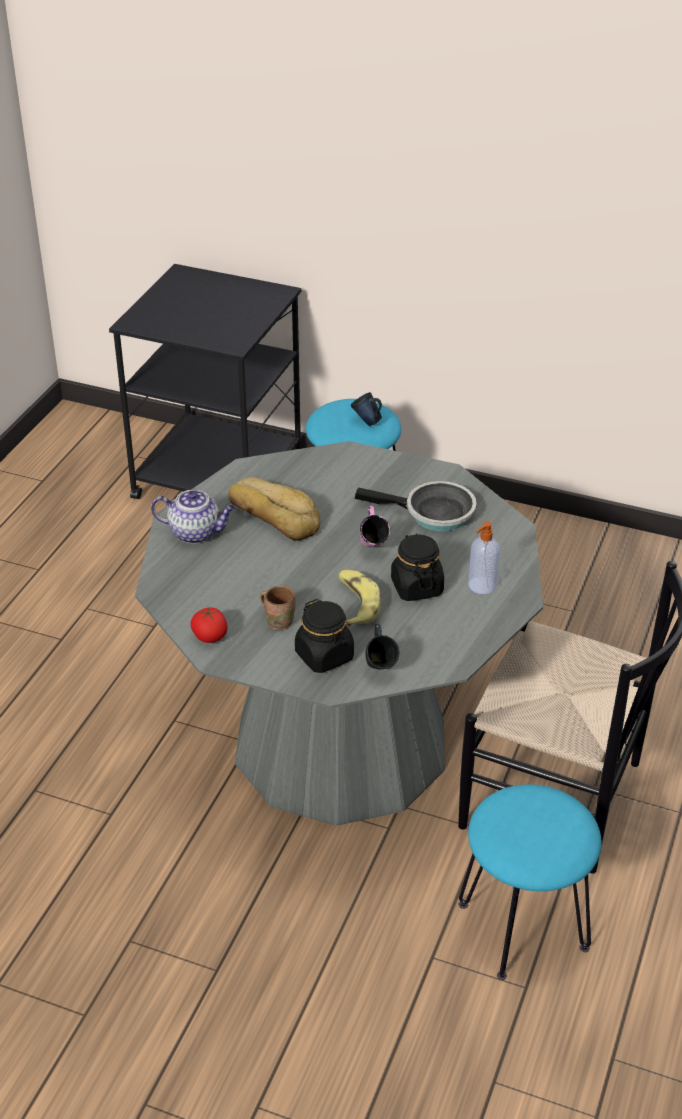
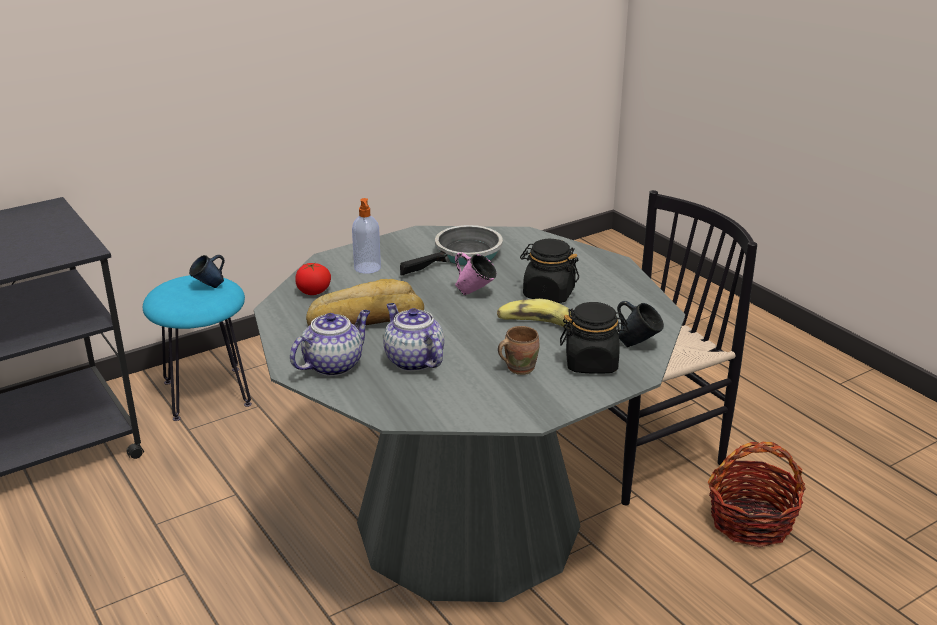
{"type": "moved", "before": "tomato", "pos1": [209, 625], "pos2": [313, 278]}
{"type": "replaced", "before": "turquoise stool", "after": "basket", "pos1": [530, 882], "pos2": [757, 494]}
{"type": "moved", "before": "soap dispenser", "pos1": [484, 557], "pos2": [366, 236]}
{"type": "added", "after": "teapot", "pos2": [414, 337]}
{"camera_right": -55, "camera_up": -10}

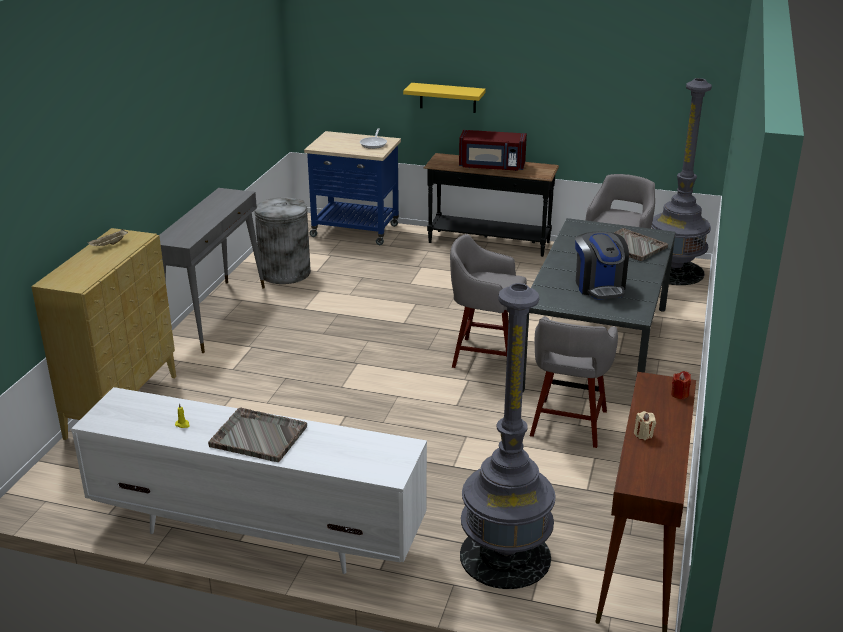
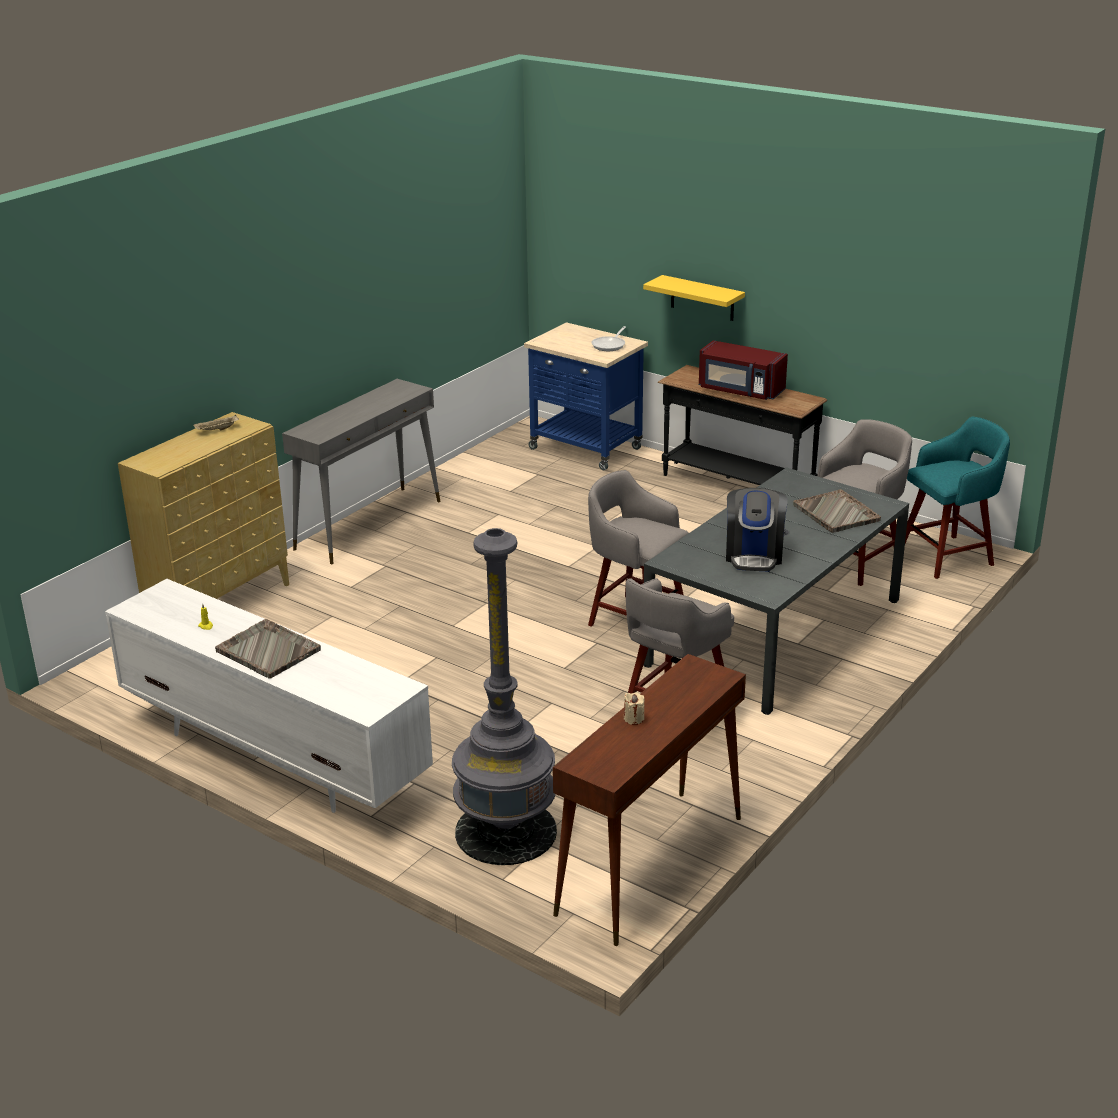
{"type": "removed", "before": "grey trash can", "pos1": [282, 240]}
{"type": "replaced", "before": "grey floor lamp", "after": "turquoise stool", "pos1": [681, 181], "pos2": [957, 498]}
{"type": "removed", "before": "red candle", "pos1": [681, 385]}
{"camera_right": 20, "camera_up": 0}

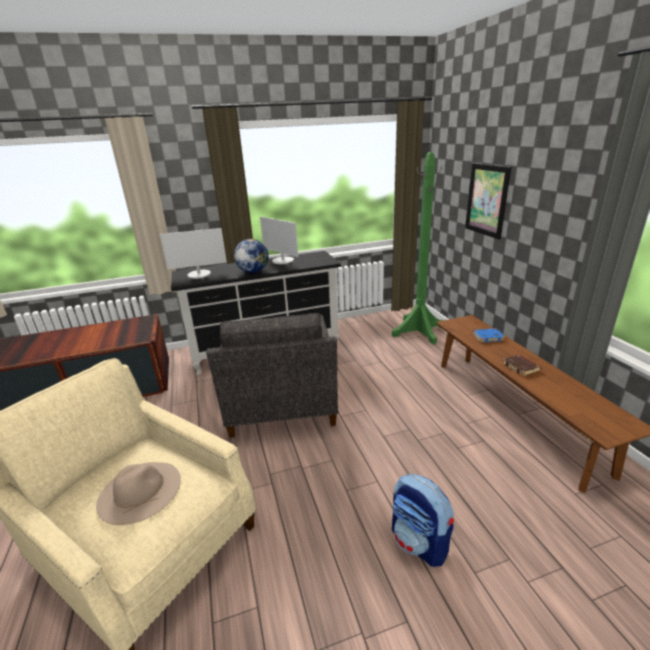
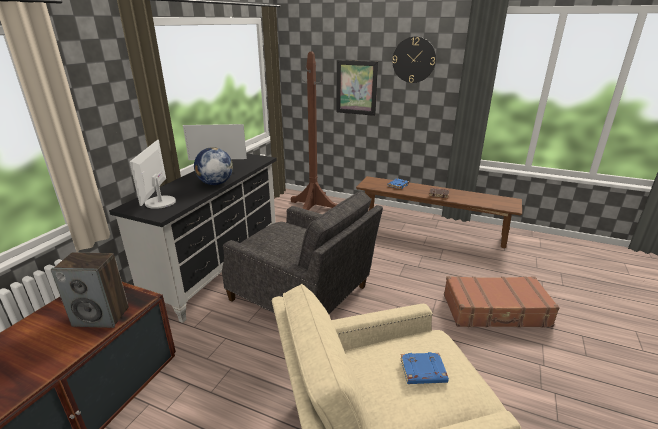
{"type": "replaced", "before": "beige hat", "after": "blue book", "pos1": [138, 493], "pos2": [424, 368]}
{"type": "turned", "before": "monitor", "pos1": [193, 253], "pos2": [153, 174], "turn": 150}
{"type": "recoloured", "before": "green clothes rack", "after": "brown clothes rack", "pos1": [417, 248], "pos2": [314, 131]}
{"type": "replaced", "before": "backpack", "after": "brown suitcase", "pos1": [423, 520], "pos2": [502, 301]}
{"type": "added", "after": "speaker", "pos2": [90, 290]}
{"type": "added", "after": "wall clock", "pos2": [414, 59]}
{"camera_right": -50, "camera_up": 0}

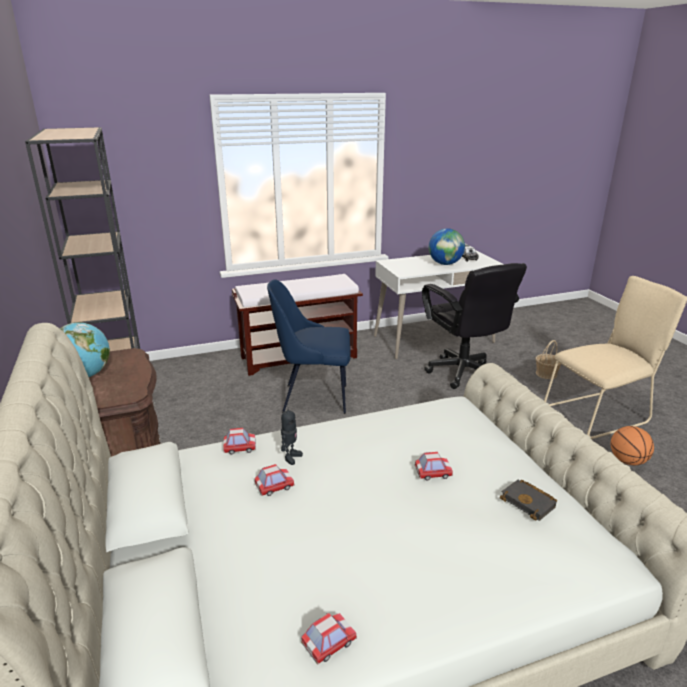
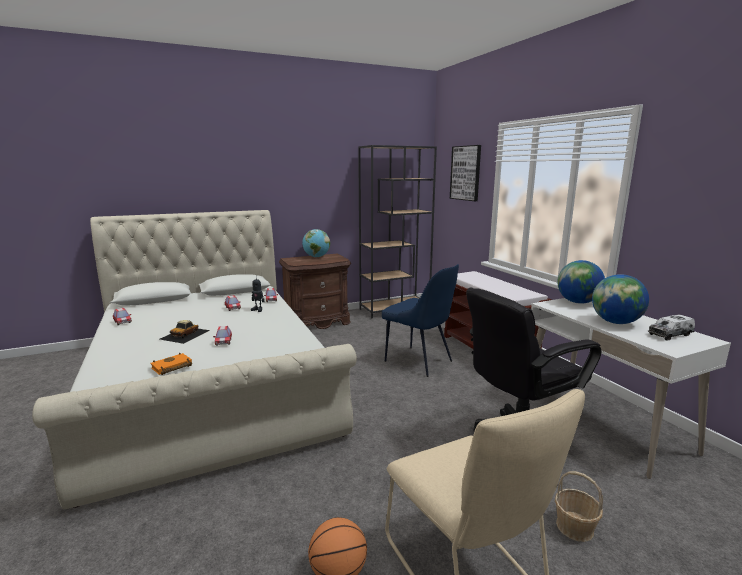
{"type": "turned", "before": "blue chair", "pos1": [309, 346], "pos2": [420, 320], "turn": 135}
{"type": "recoloured", "before": "black book", "after": "orange book", "pos1": [528, 500], "pos2": [171, 364]}
{"type": "added", "after": "toy car", "pos2": [185, 332]}
{"type": "added", "after": "picture", "pos2": [465, 173]}
{"type": "added", "after": "globe", "pos2": [581, 282]}
{"camera_right": 85, "camera_up": -10}

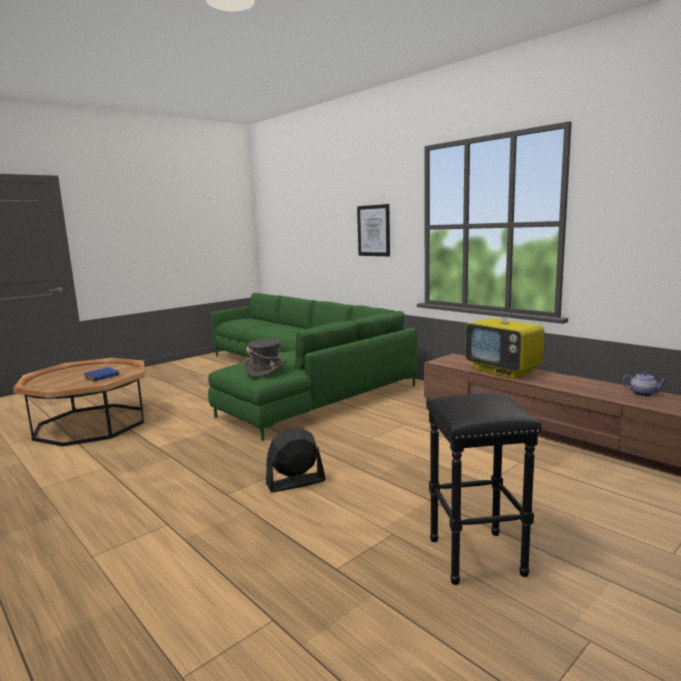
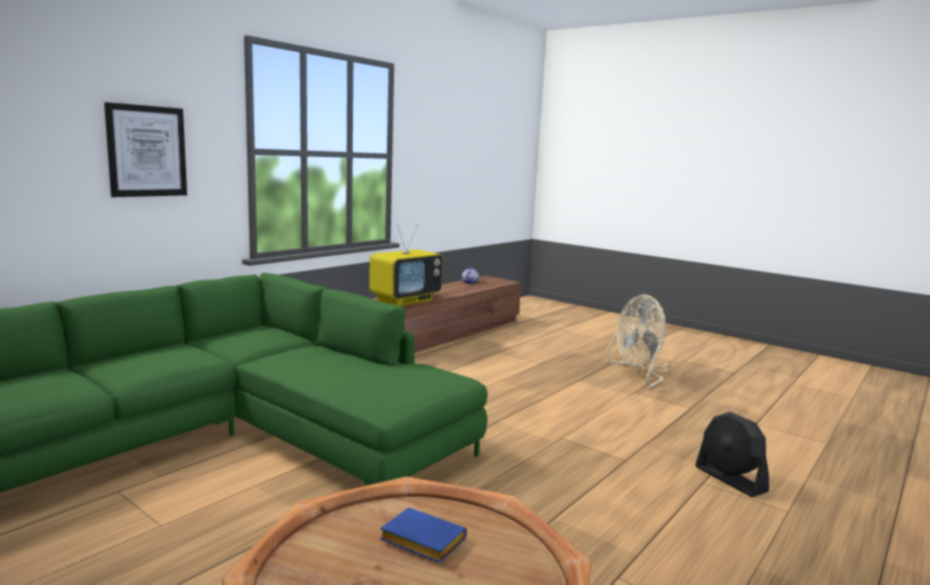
{"type": "removed", "before": "grey hat", "pos1": [265, 358]}
{"type": "moved", "before": "black fan", "pos1": [296, 460], "pos2": [732, 454]}
{"type": "replaced", "before": "black stool", "after": "beige fan", "pos1": [484, 489], "pos2": [637, 342]}
{"camera_right": -100, "camera_up": 0}

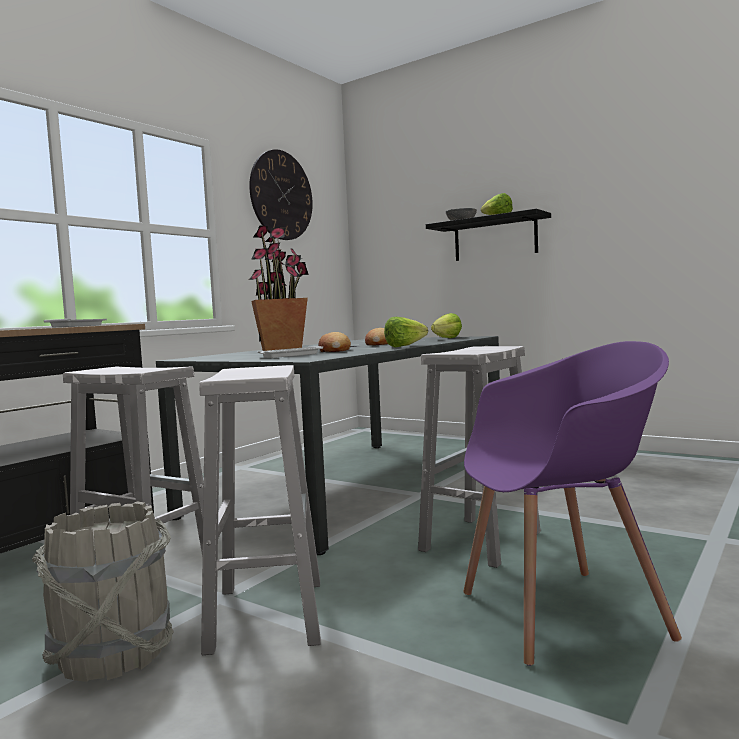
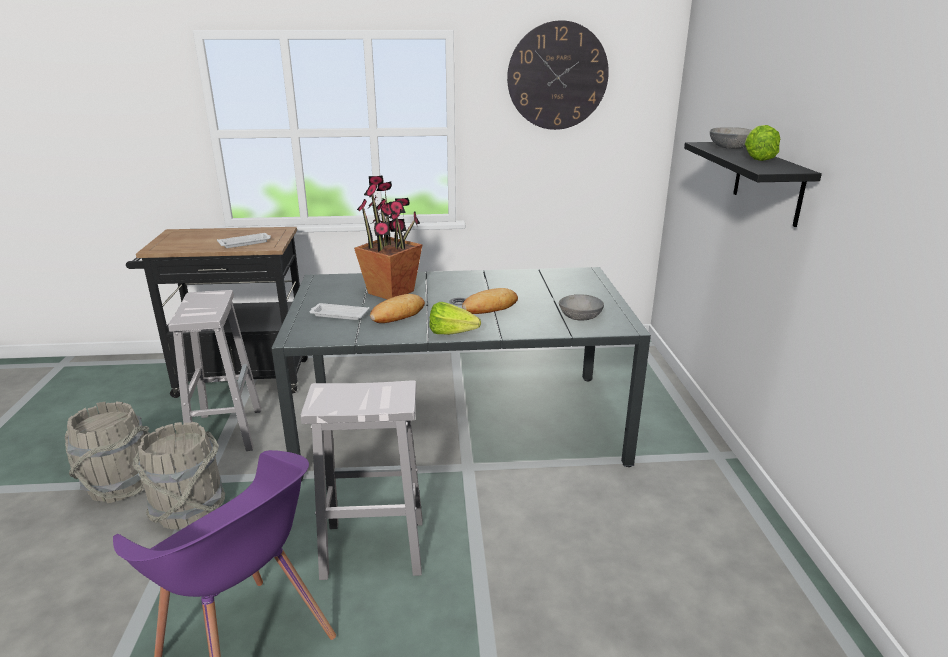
{"type": "replaced", "before": "white stool", "after": "grey bucket", "pos1": [260, 510], "pos2": [178, 476]}
{"type": "replaced", "before": "lettuce", "after": "grey bowl", "pos1": [446, 325], "pos2": [581, 307]}
{"camera_right": 50, "camera_up": 20}

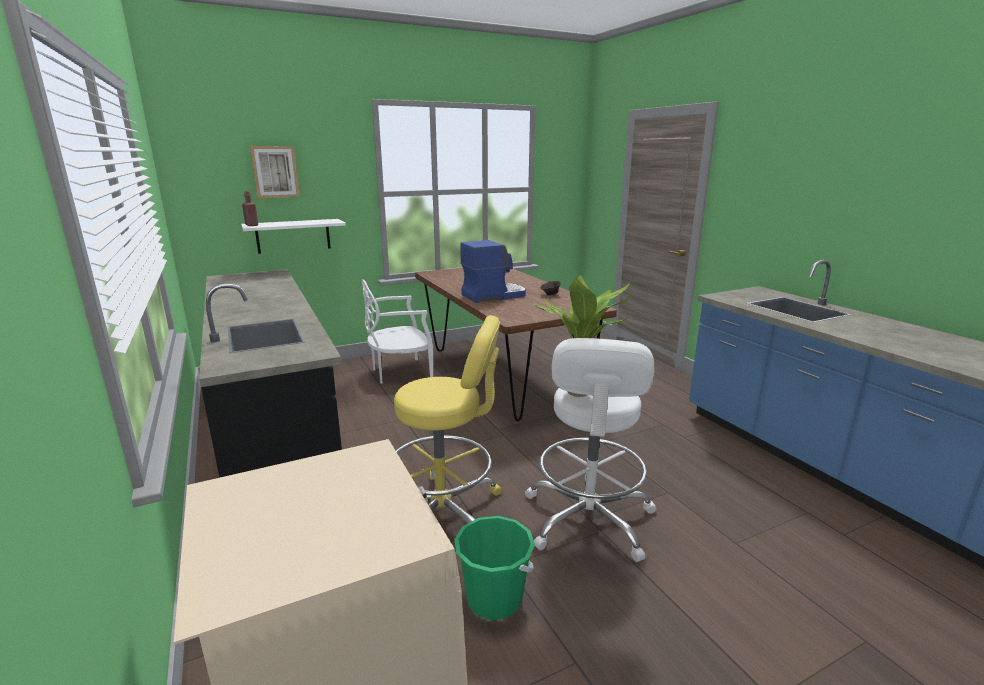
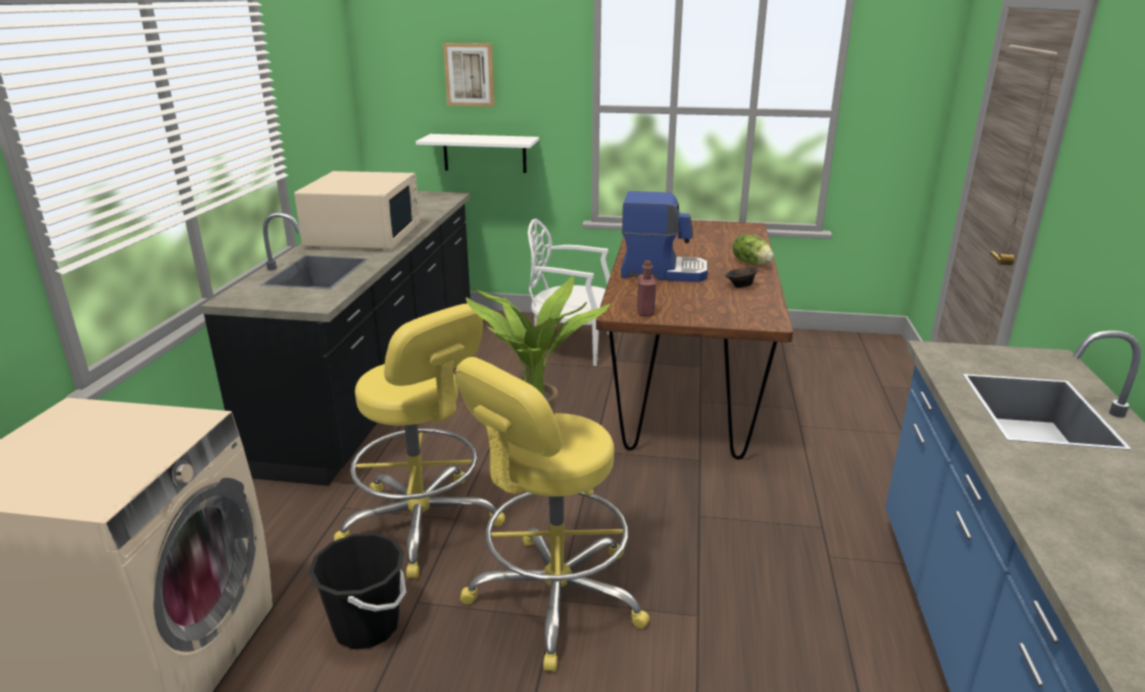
{"type": "moved", "before": "red bottle", "pos1": [250, 208], "pos2": [646, 288]}
{"type": "recoloured", "before": "green bucket", "after": "black bucket", "pos1": [494, 568], "pos2": [357, 591]}
{"type": "recoloured", "before": "white stool", "after": "yellow stool", "pos1": [591, 450], "pos2": [552, 514]}
{"type": "added", "after": "beige microwave", "pos2": [357, 210]}
{"type": "added", "after": "lettuce", "pos2": [753, 249]}
{"camera_right": 35, "camera_up": 5}

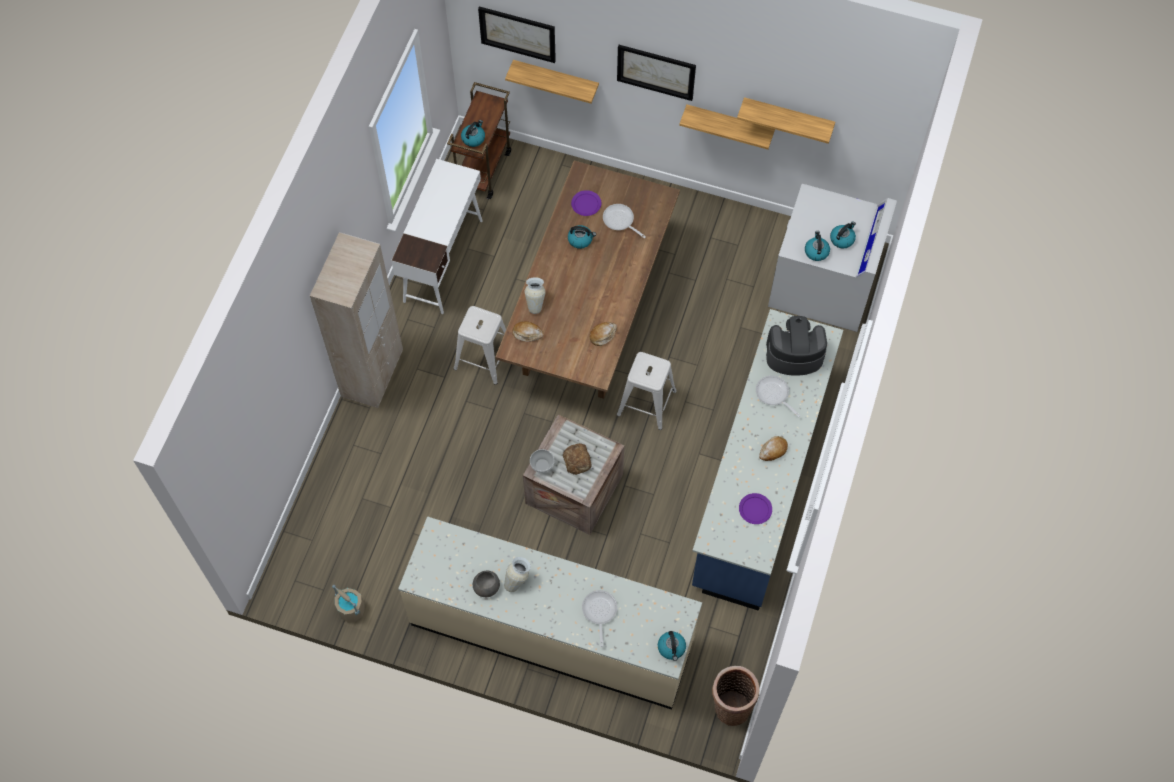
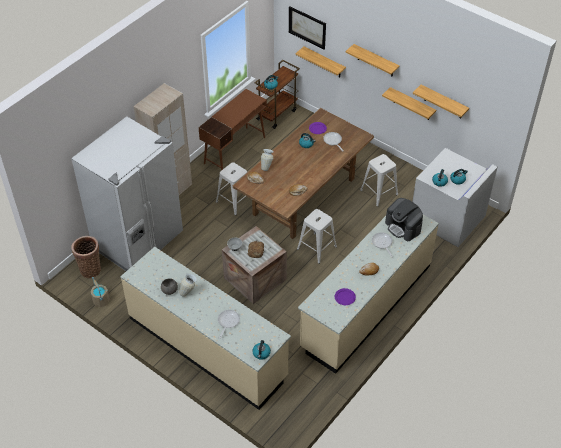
{"type": "recoloured", "before": "white desk", "after": "brown desk", "pos1": [437, 236], "pos2": [233, 130]}
{"type": "replaced", "before": "picture", "after": "shelf", "pos1": [656, 73], "pos2": [372, 60]}
{"type": "recoloured", "before": "blue counter", "after": "beige counter", "pos1": [767, 460], "pos2": [368, 294]}
{"type": "moved", "before": "basket", "pos1": [735, 696], "pos2": [86, 257]}
{"type": "turned", "before": "coffee machine", "pos1": [796, 345], "pos2": [404, 219], "turn": -150}
{"type": "added", "after": "white fridge", "pos2": [127, 193]}
{"type": "added", "after": "white stool", "pos2": [379, 180]}
{"camera_right": 20, "camera_up": -15}

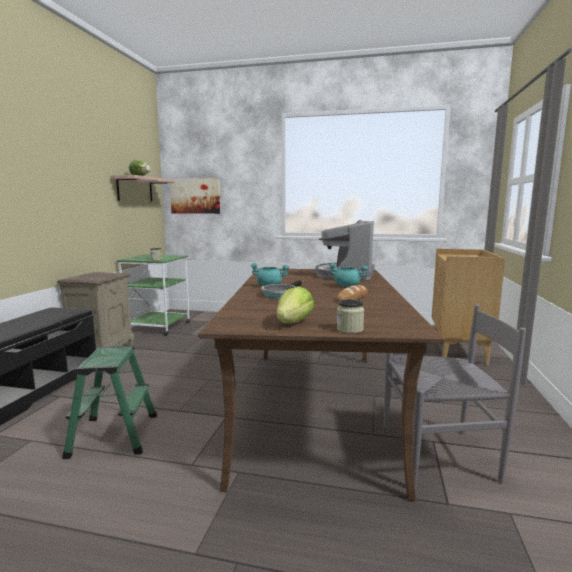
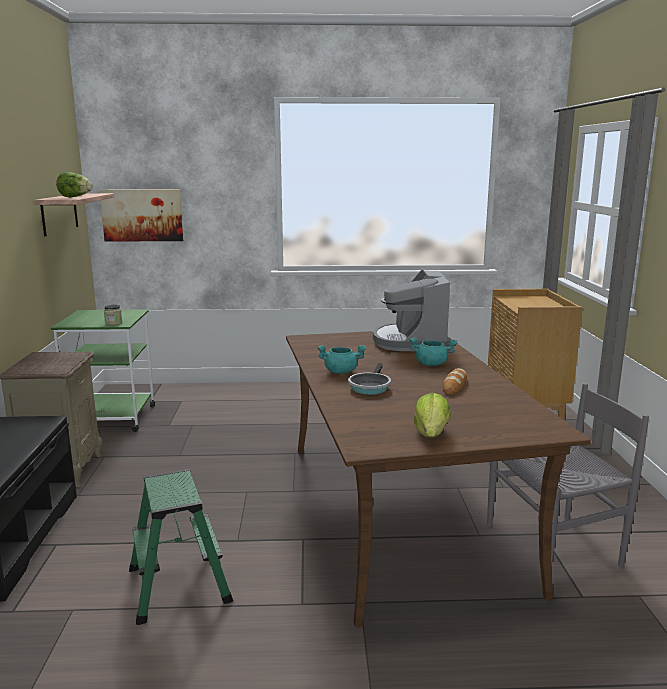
{"type": "removed", "before": "jar", "pos1": [350, 316]}
{"camera_right": -15, "camera_up": 5}

